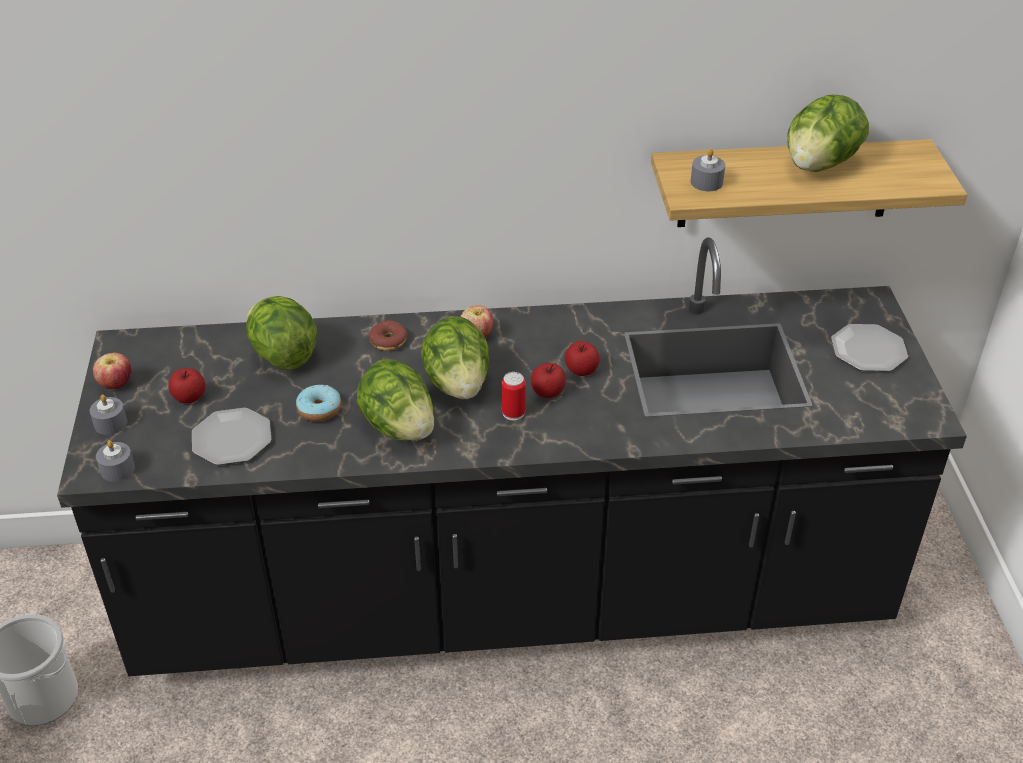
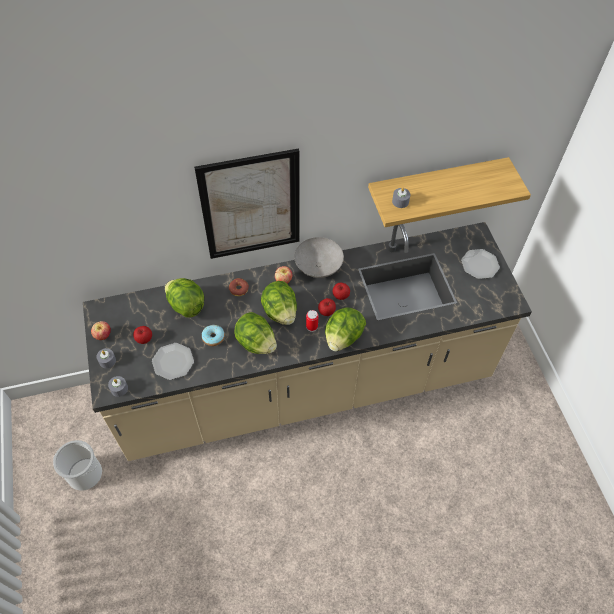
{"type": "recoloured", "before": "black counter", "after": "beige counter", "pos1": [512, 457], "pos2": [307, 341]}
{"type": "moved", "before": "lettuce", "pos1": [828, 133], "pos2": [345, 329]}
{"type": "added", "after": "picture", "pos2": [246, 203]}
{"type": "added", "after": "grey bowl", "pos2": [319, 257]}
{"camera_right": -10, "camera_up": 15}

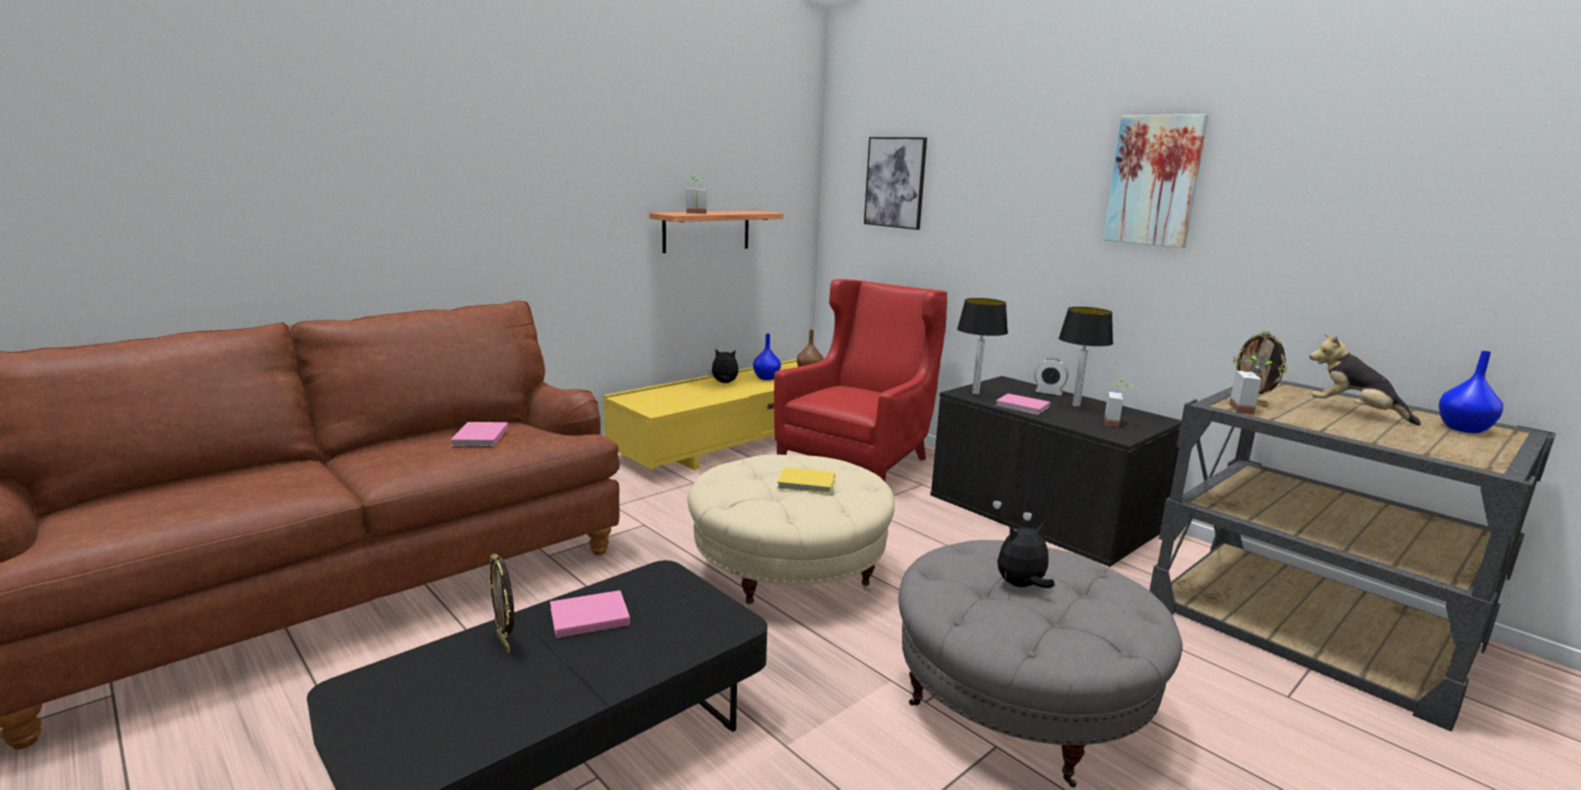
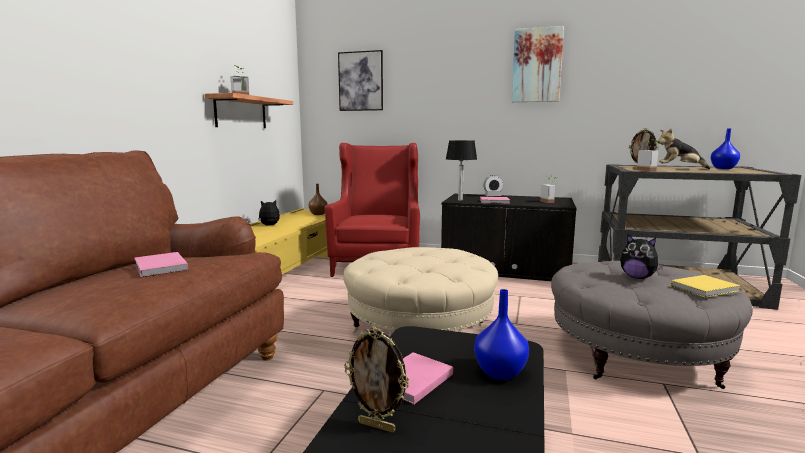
{"type": "moved", "before": "blue vase", "pos1": [767, 357], "pos2": [501, 334]}
{"type": "moved", "before": "yellow book", "pos1": [806, 480], "pos2": [705, 286]}
{"type": "turned", "before": "plush toy", "pos1": [1026, 555], "pos2": [642, 257], "turn": -90}
{"type": "removed", "before": "table lamp", "pos1": [1086, 357]}
{"camera_right": -30, "camera_up": -5}

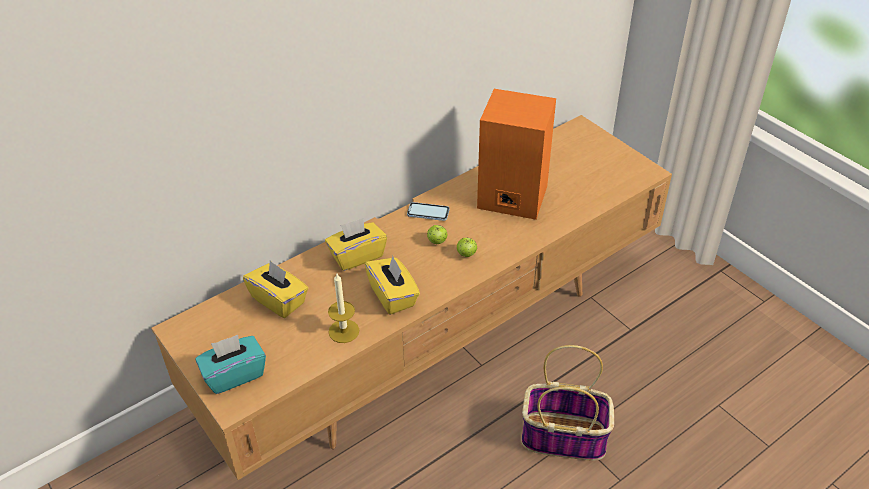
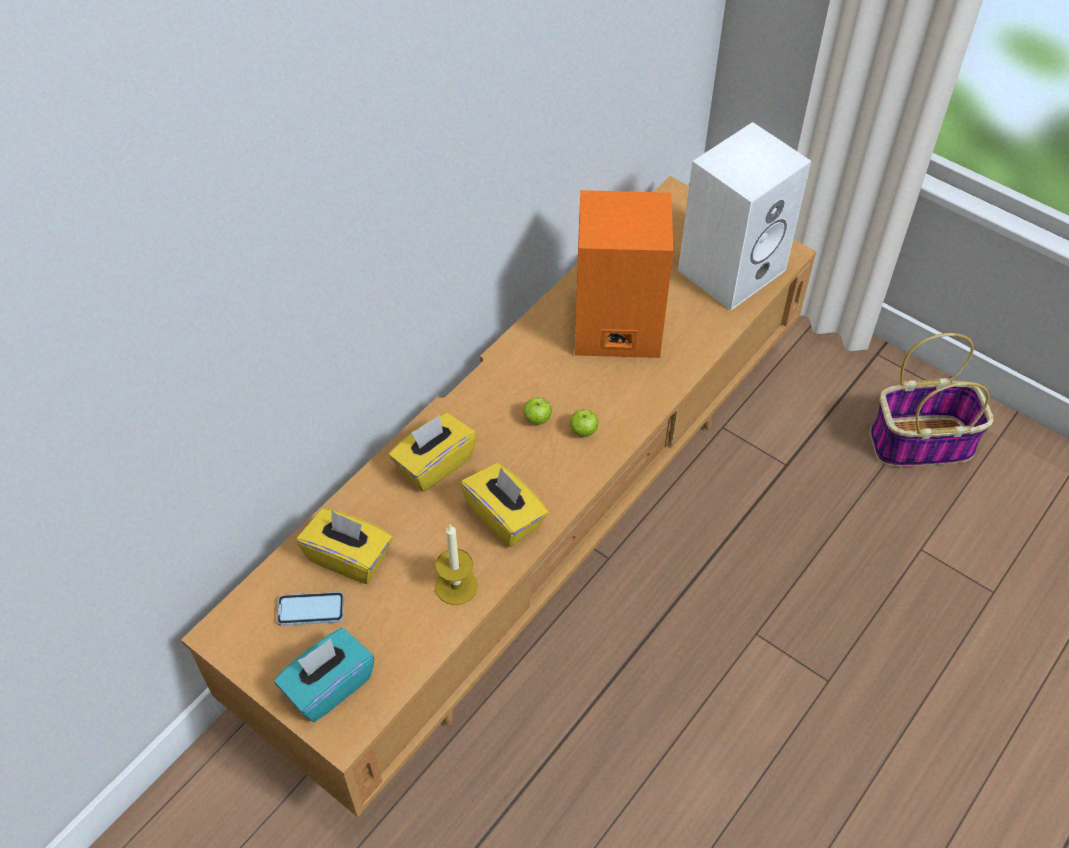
{"type": "moved", "before": "phone", "pos1": [428, 211], "pos2": [310, 609]}
{"type": "moved", "before": "basket", "pos1": [568, 403], "pos2": [932, 400]}
{"type": "added", "after": "white speaker", "pos2": [744, 216]}
{"camera_right": -15, "camera_up": 10}

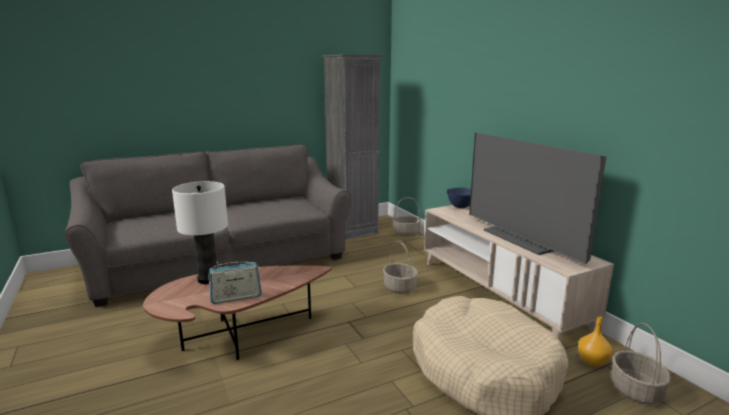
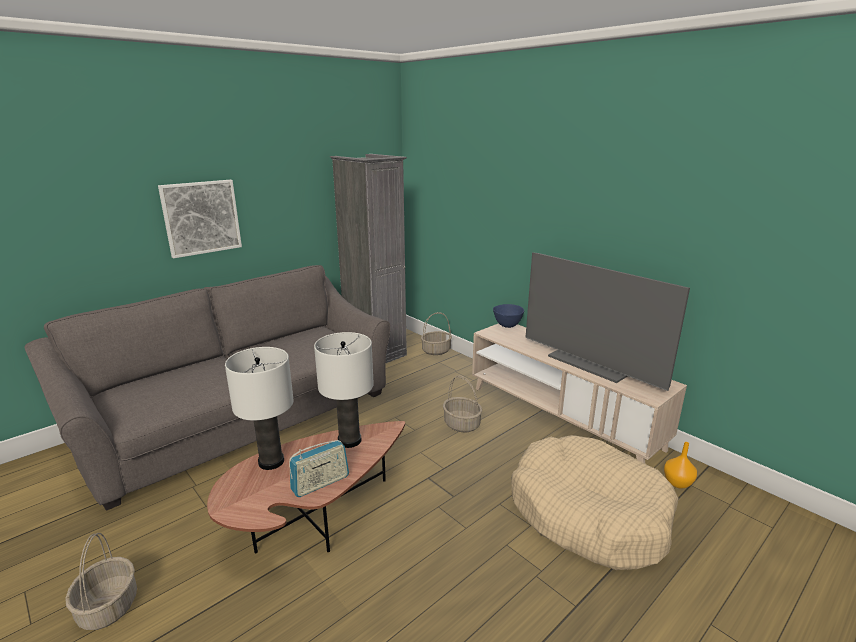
{"type": "moved", "before": "basket", "pos1": [641, 363], "pos2": [101, 581]}
{"type": "added", "after": "picture", "pos2": [200, 219]}
{"type": "added", "after": "white table lamp", "pos2": [344, 390]}
{"camera_right": -15, "camera_up": 5}

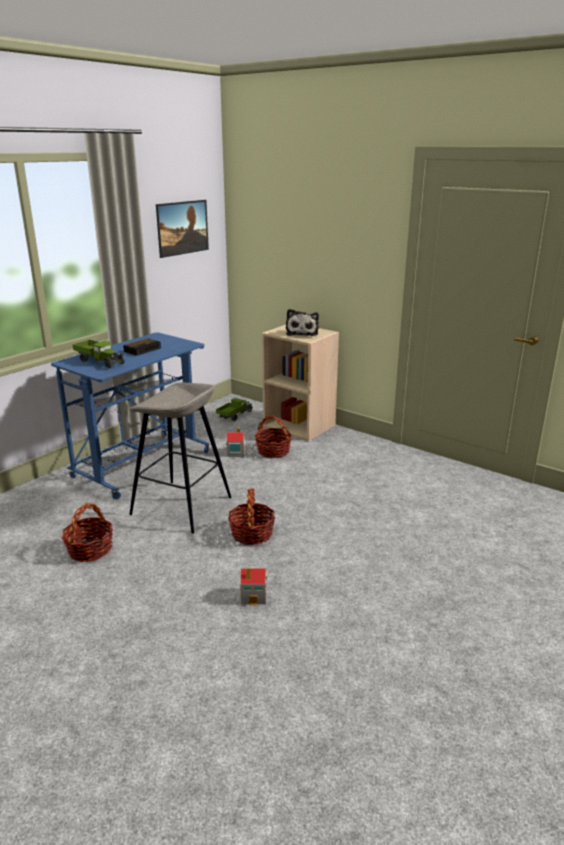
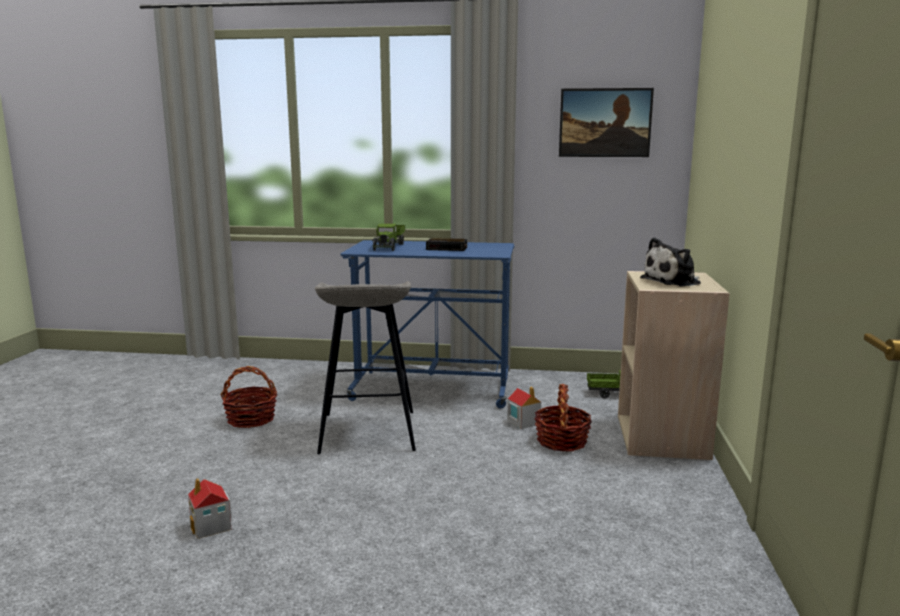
{"type": "removed", "before": "basket", "pos1": [251, 516]}
{"camera_right": 60, "camera_up": -10}

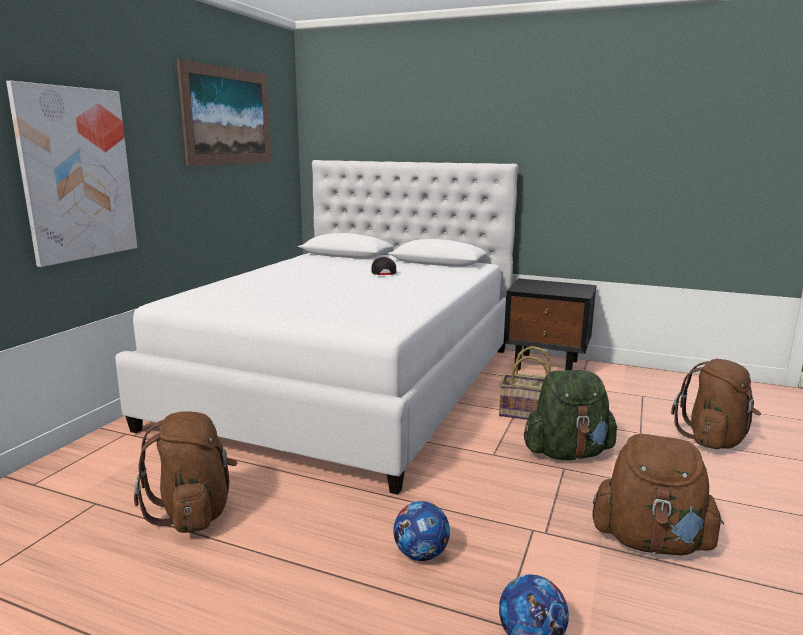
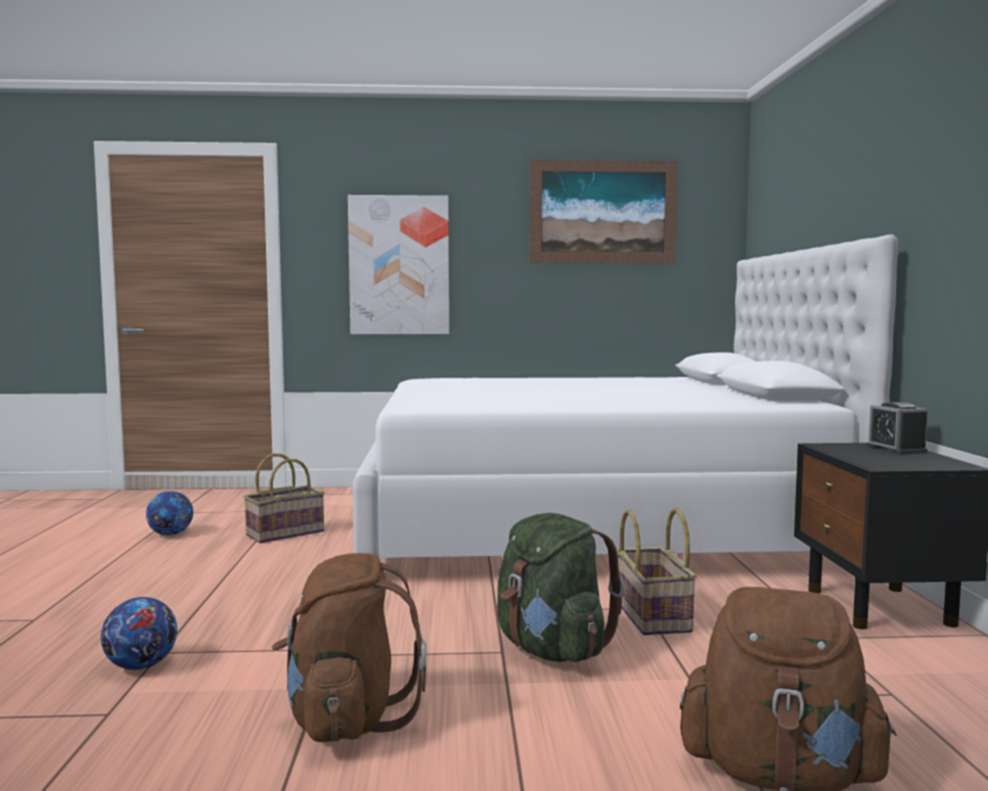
{"type": "replaced", "before": "brown backpack", "after": "basket", "pos1": [185, 472], "pos2": [284, 498]}
{"type": "removed", "before": "black cap", "pos1": [384, 266]}
{"type": "moved", "before": "football", "pos1": [421, 531], "pos2": [169, 513]}
{"type": "added", "after": "alarm clock", "pos2": [897, 428]}
{"camera_right": 65, "camera_up": -10}

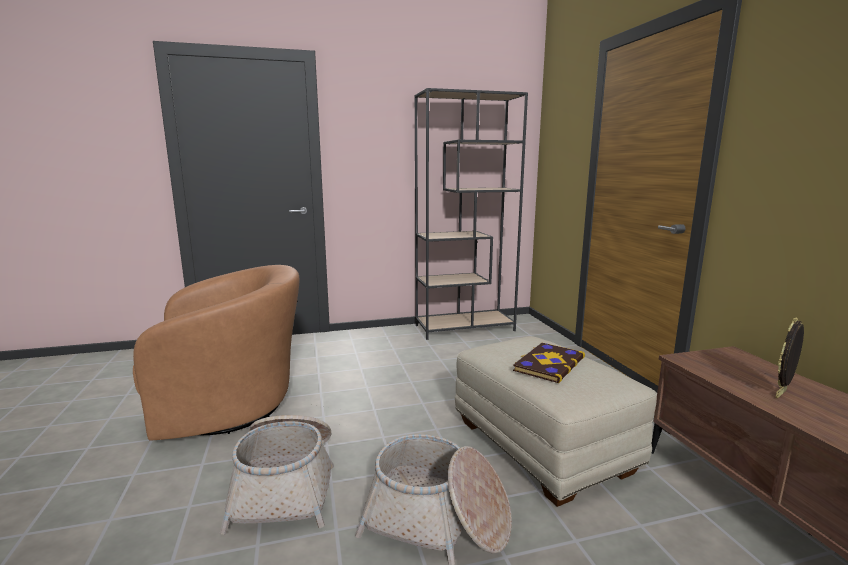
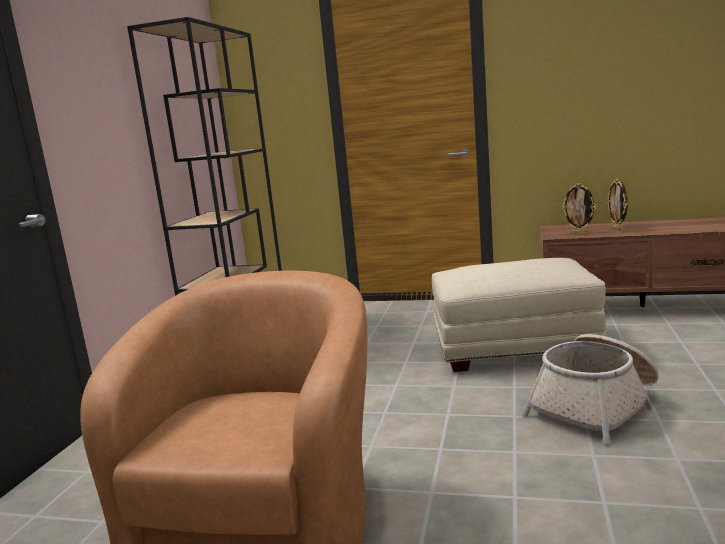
{"type": "removed", "before": "basket", "pos1": [277, 475]}
{"type": "removed", "before": "book", "pos1": [549, 363]}
{"type": "added", "after": "picture frame", "pos2": [579, 209]}
{"camera_right": -60, "camera_up": 0}

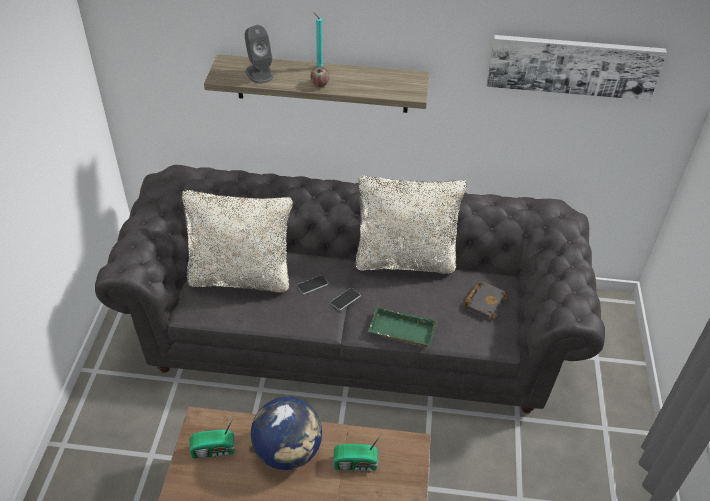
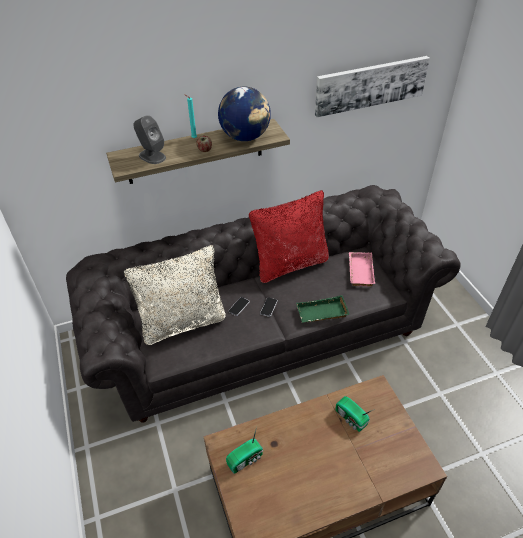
{"type": "moved", "before": "globe", "pos1": [286, 433], "pos2": [244, 114]}
{"type": "turned", "before": "radio", "pos1": [357, 453], "pos2": [355, 414], "turn": 75}
{"type": "recoloured", "before": "beige pillow", "after": "red pillow", "pos1": [411, 224], "pos2": [289, 236]}
{"type": "replaced", "before": "black book", "after": "pink tray", "pos1": [485, 301], "pos2": [362, 269]}
{"camera_right": -25, "camera_up": 0}

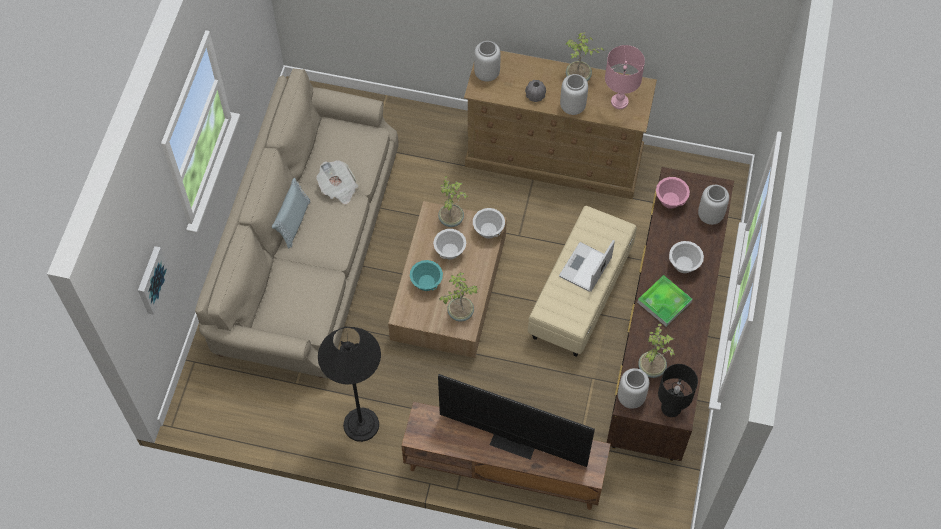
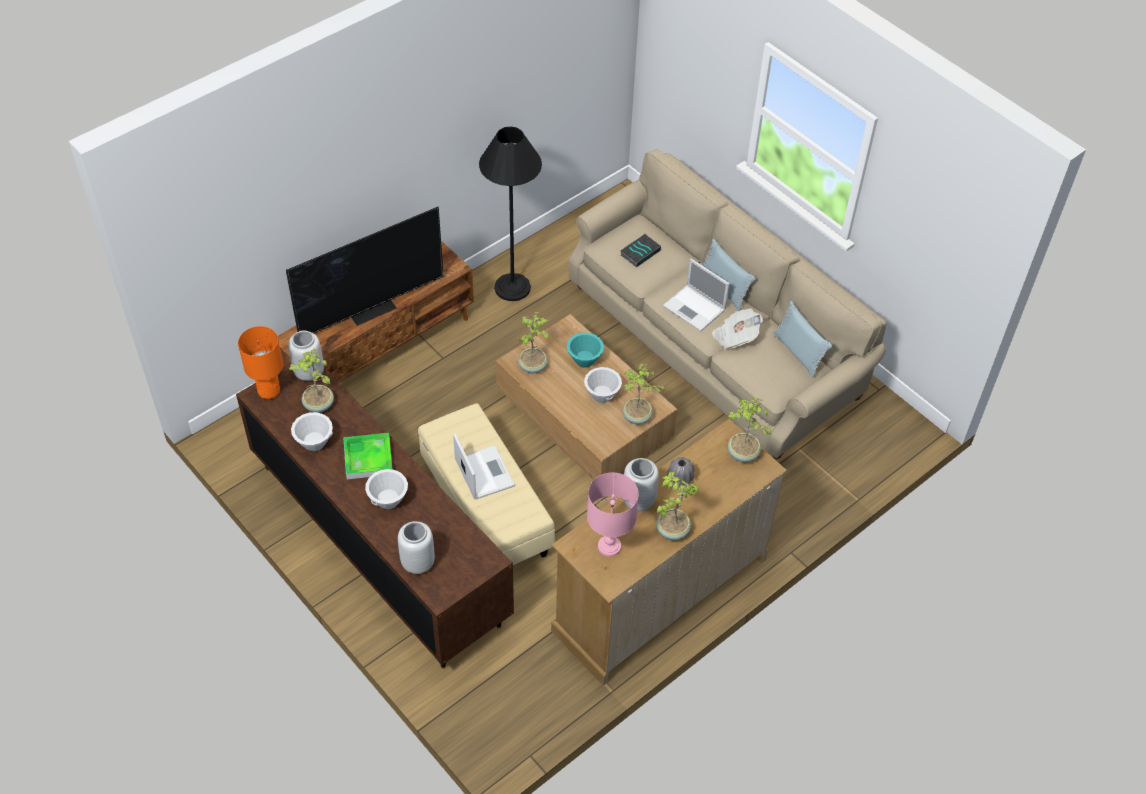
{"type": "removed", "before": "picture", "pos1": [154, 280]}
{"type": "moved", "before": "white bowl", "pos1": [489, 223], "pos2": [312, 431]}
{"type": "replaced", "before": "grey vase", "after": "potted plant", "pos1": [487, 61], "pos2": [749, 429]}
{"type": "removed", "before": "pink bowl", "pos1": [673, 193]}
{"type": "recoloured", "before": "black table lamp", "after": "orange table lamp", "pos1": [678, 390], "pos2": [260, 362]}
{"type": "added", "after": "book", "pos2": [640, 250]}
{"type": "added", "after": "laptop", "pos2": [696, 295]}
{"type": "added", "after": "blue pillow", "pos2": [802, 339]}
{"camera_right": 125, "camera_up": -10}

